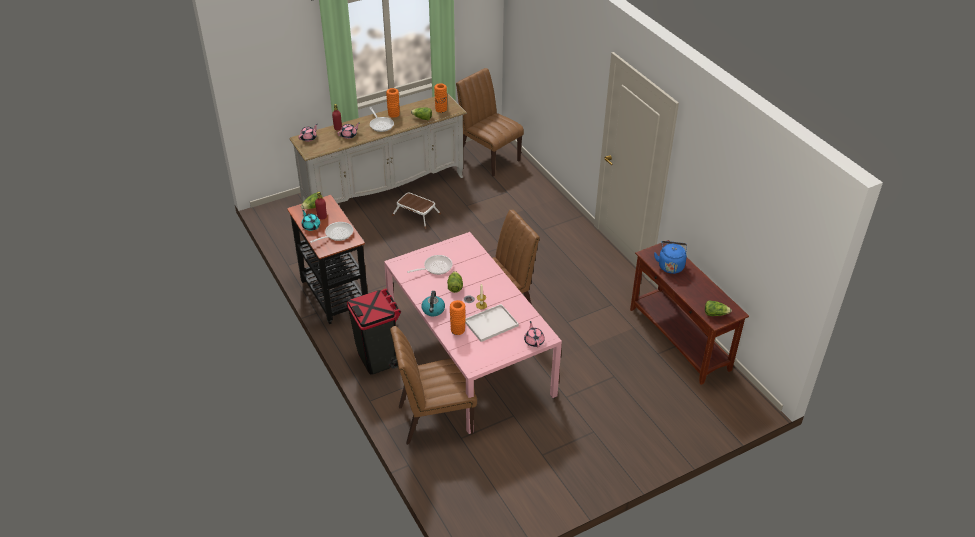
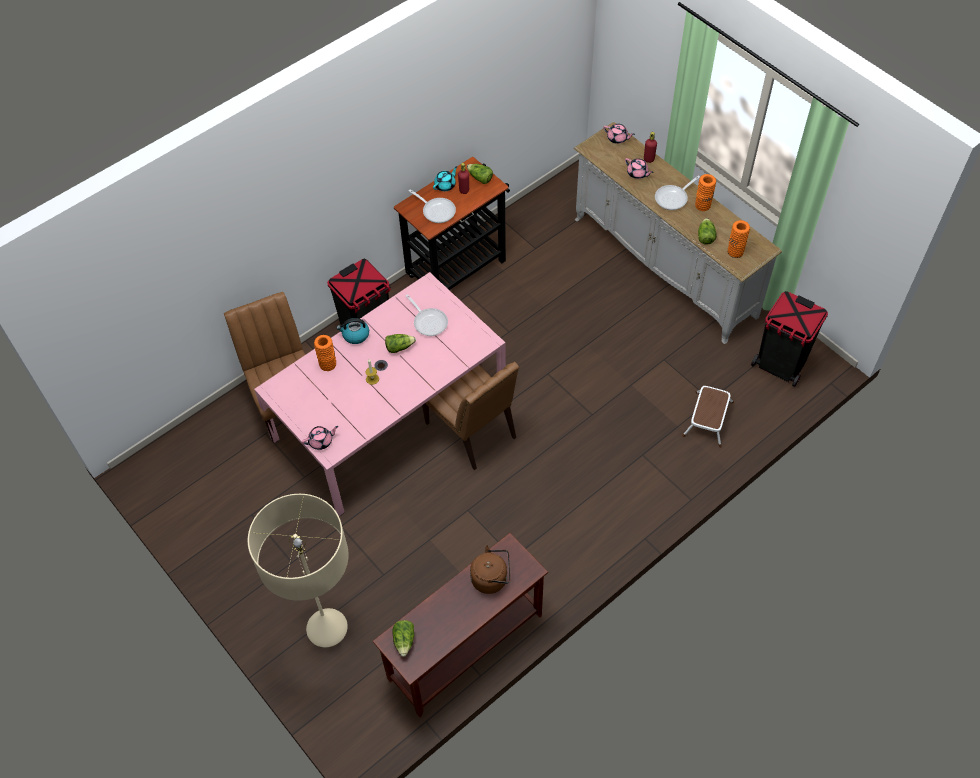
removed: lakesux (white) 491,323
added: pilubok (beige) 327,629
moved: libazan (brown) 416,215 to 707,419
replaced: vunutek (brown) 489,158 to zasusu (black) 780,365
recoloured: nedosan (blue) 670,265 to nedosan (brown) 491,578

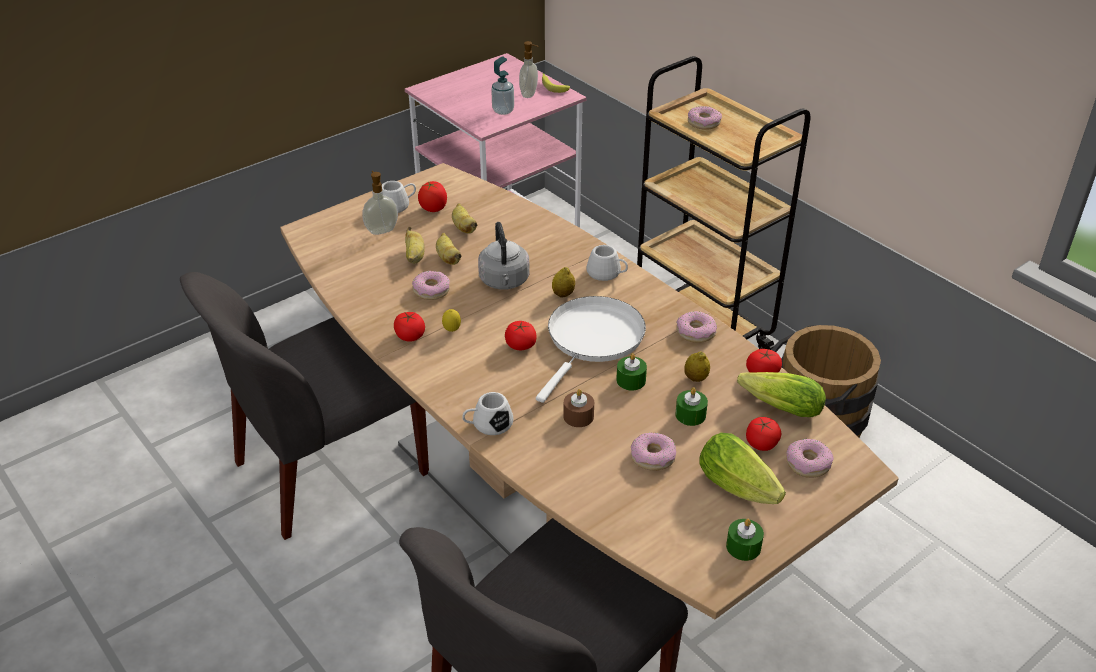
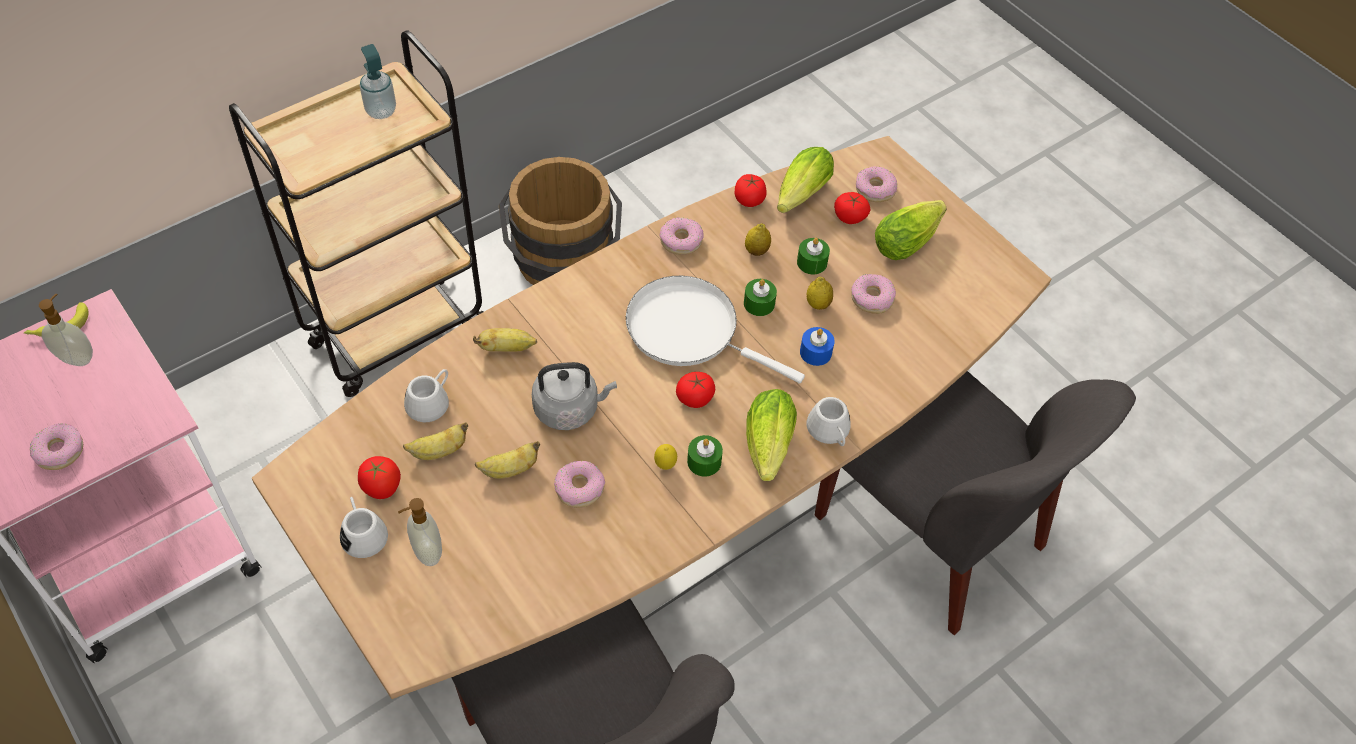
removed: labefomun 410,335
added: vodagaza 767,449
moved: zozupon 503,111 to 381,111; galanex 704,123 to 59,451; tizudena 414,257 to 507,348; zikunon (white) 607,273 to 431,402; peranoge 563,294 to 818,304; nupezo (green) 743,547 to 704,461
recoloured: nupezo (brown) 578,416 to nupezo (blue) 815,352

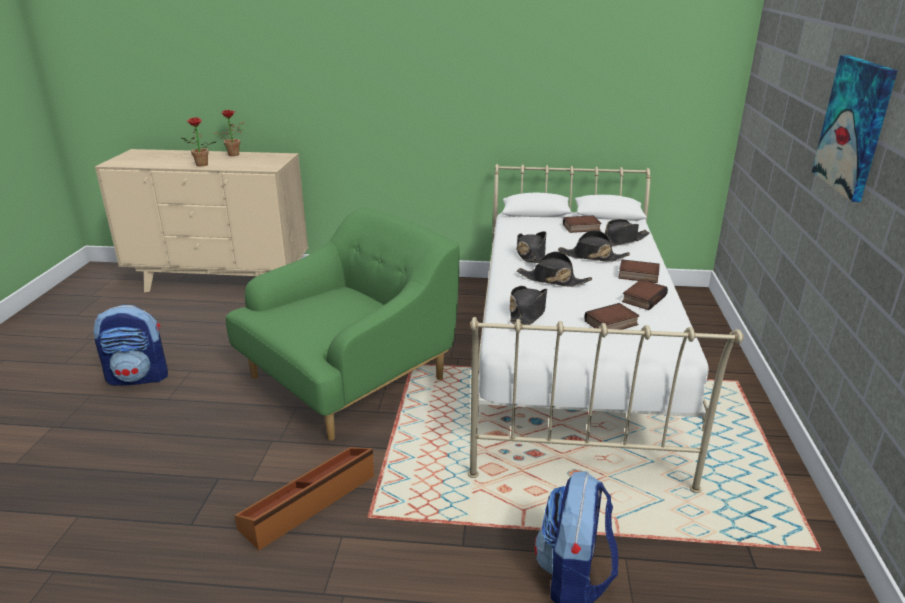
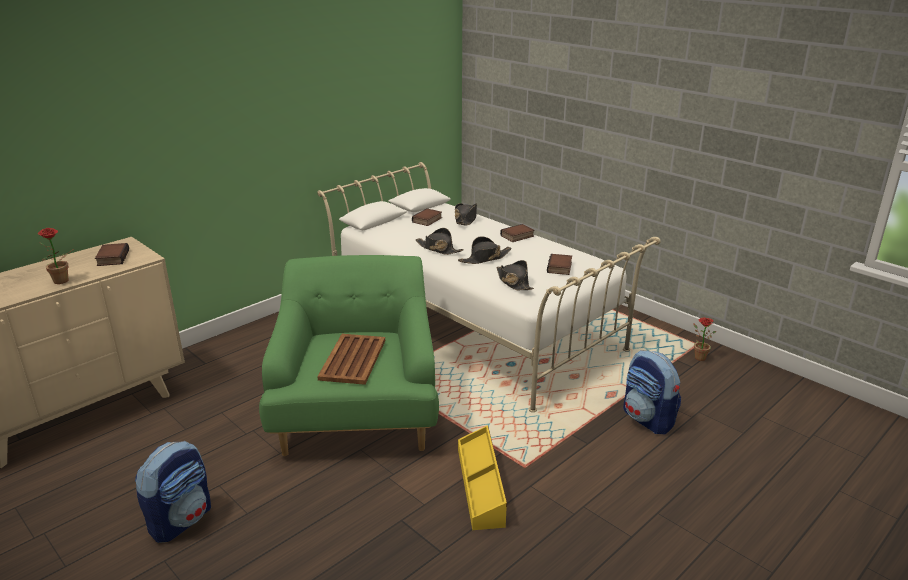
removed: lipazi 854,126; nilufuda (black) 592,257
added: lakesux (brown) 352,360
moved: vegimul 235,154 to 698,357; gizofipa 643,298 to 112,258
recoloured: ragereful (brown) 310,502 to ragereful (yellow) 481,486

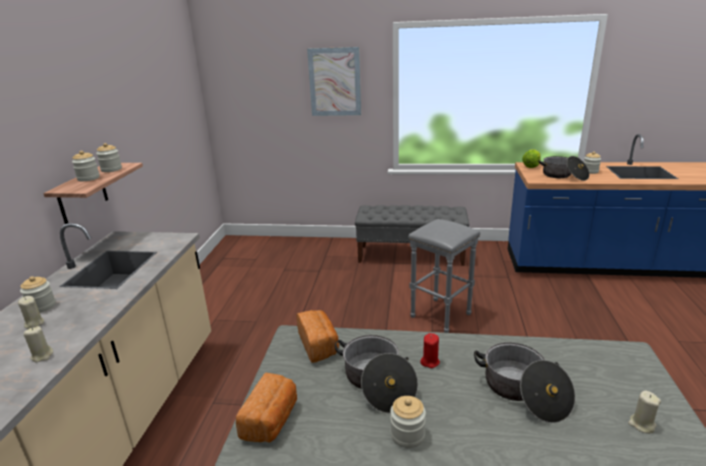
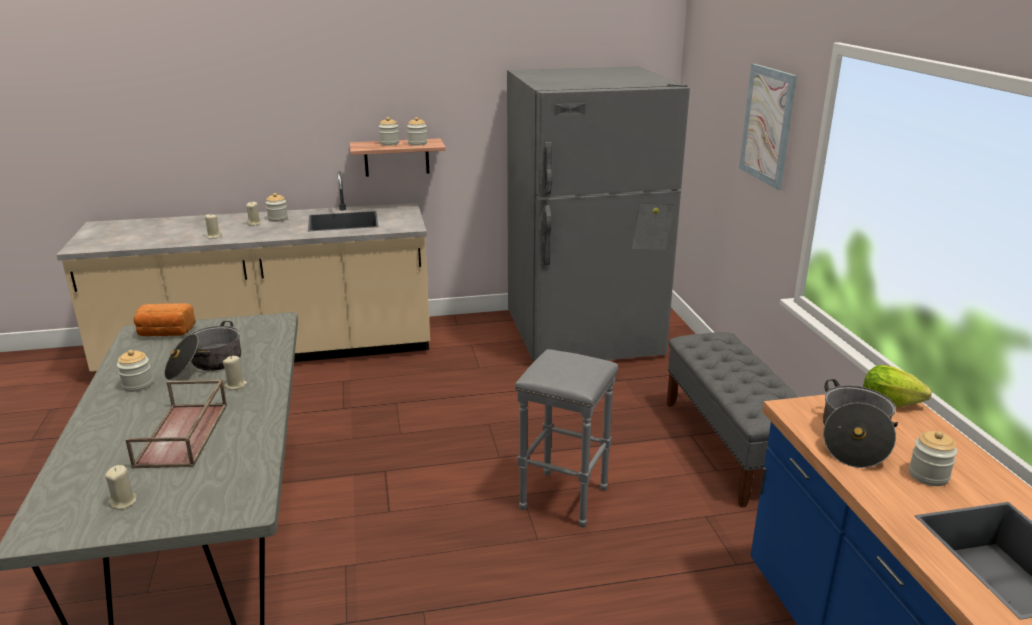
removed: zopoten 319,345
added: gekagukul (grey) 584,334
replaced: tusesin 523,392 to lakesux (brown) 183,435
recoloured: nupezo (red) 430,362 to nupezo (beige) 236,385

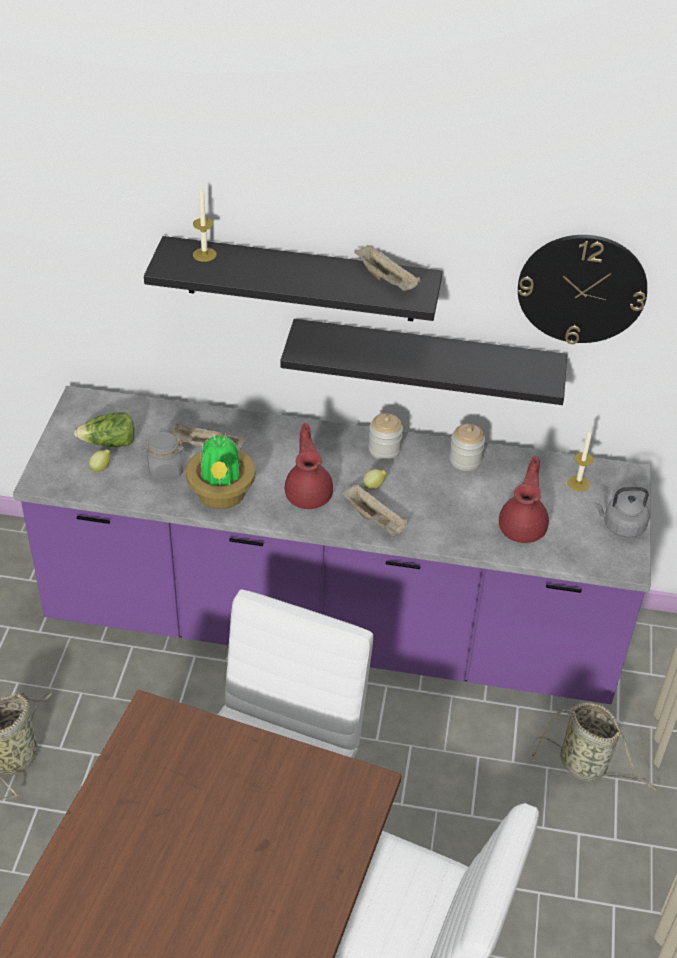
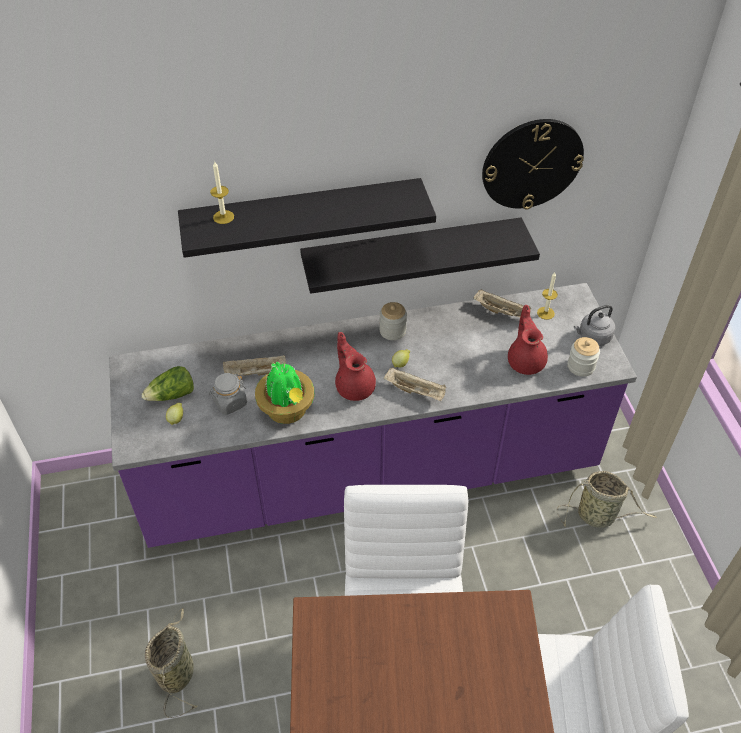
moved: lakesux (beige) 387,280 to 502,312; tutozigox 465,460 to 581,366

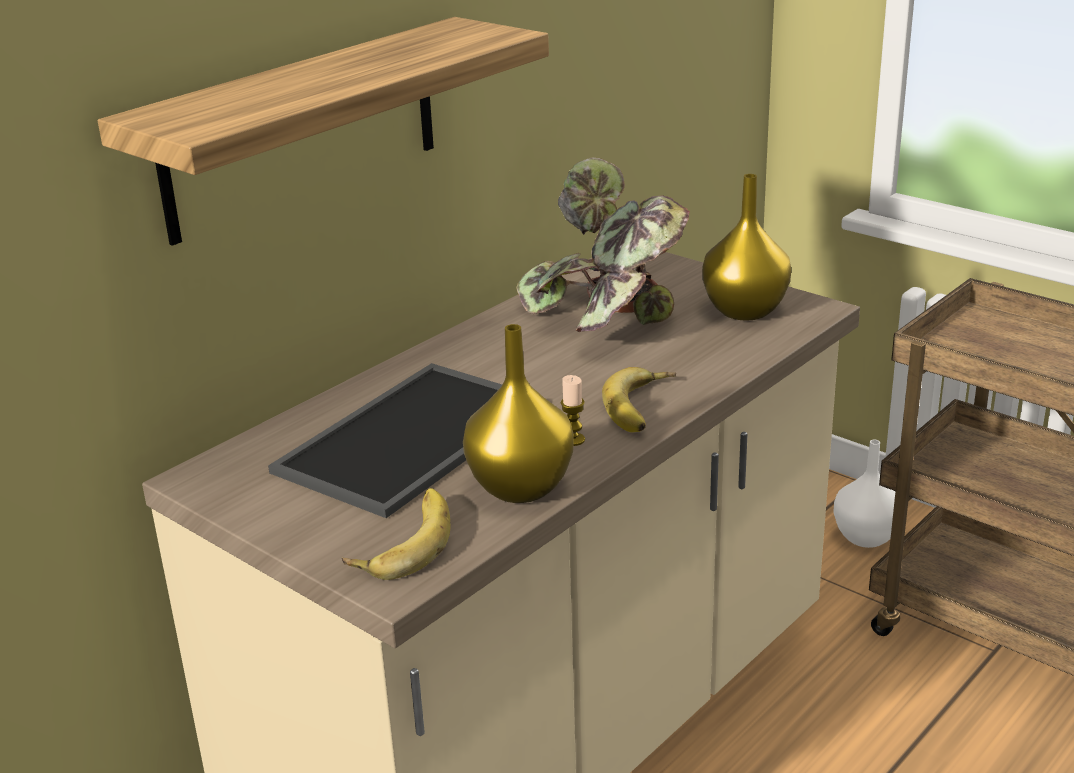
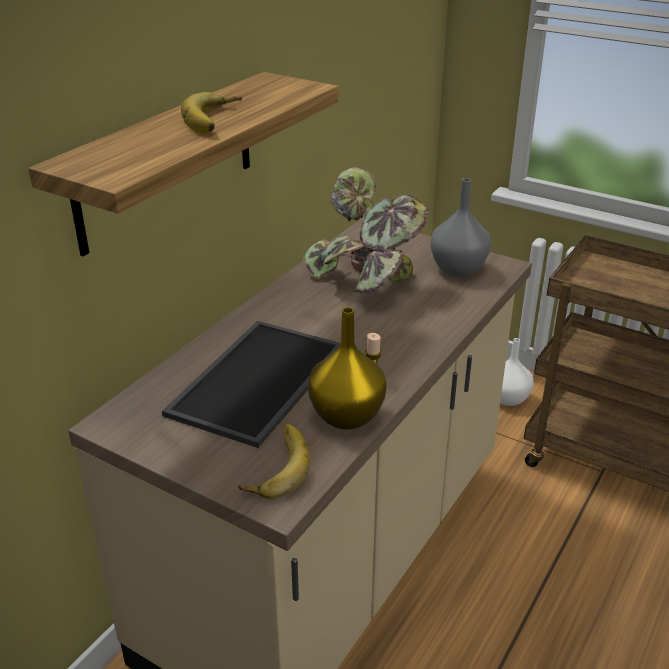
moved: tizudena 645,407 to 216,120
recoloured: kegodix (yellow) 743,310 to kegodix (grey) 457,269

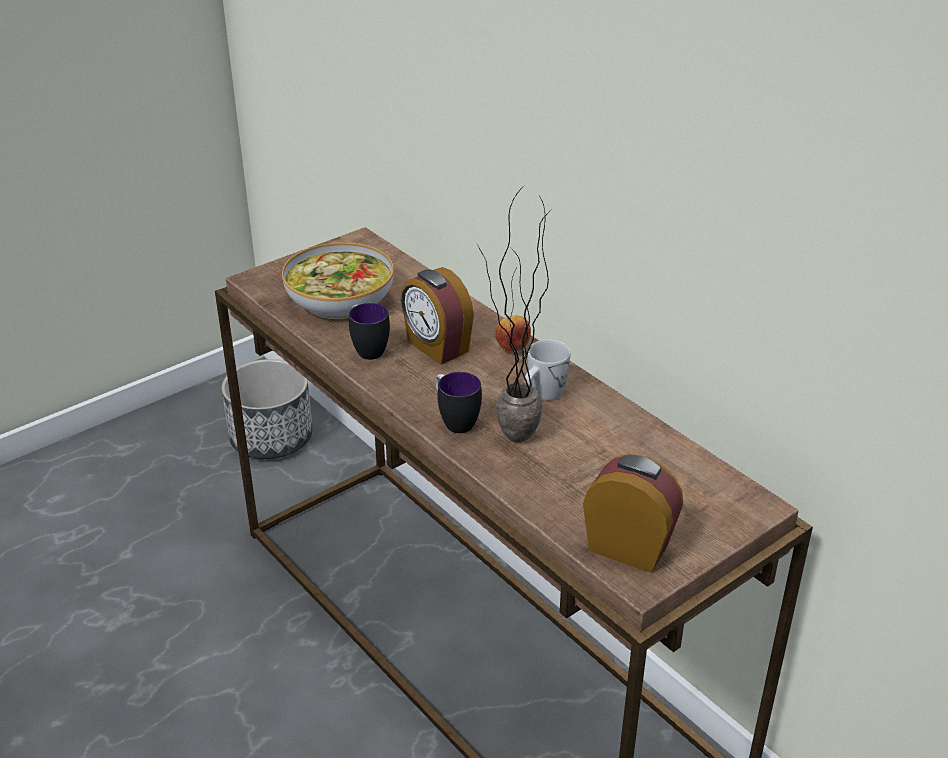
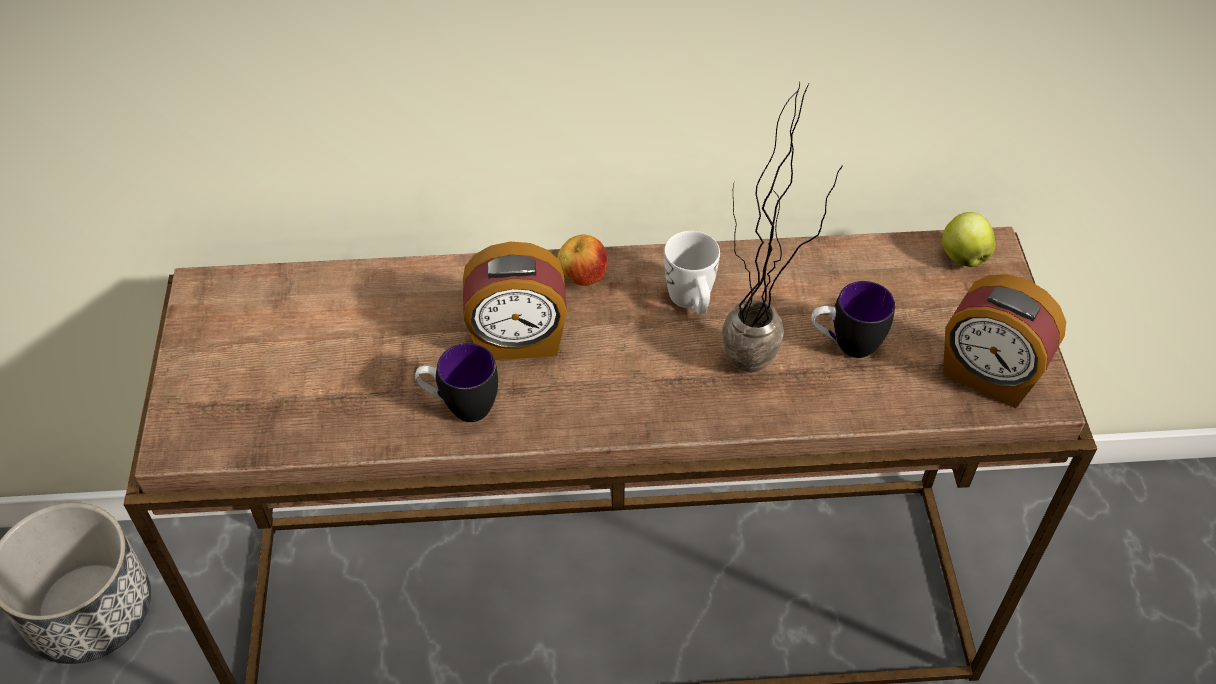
removed: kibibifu 340,300
added: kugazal 962,256
moved: zikunon 454,421 to 845,345
turned: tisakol 629,547 = 987,376 120 degrees counterclockwise

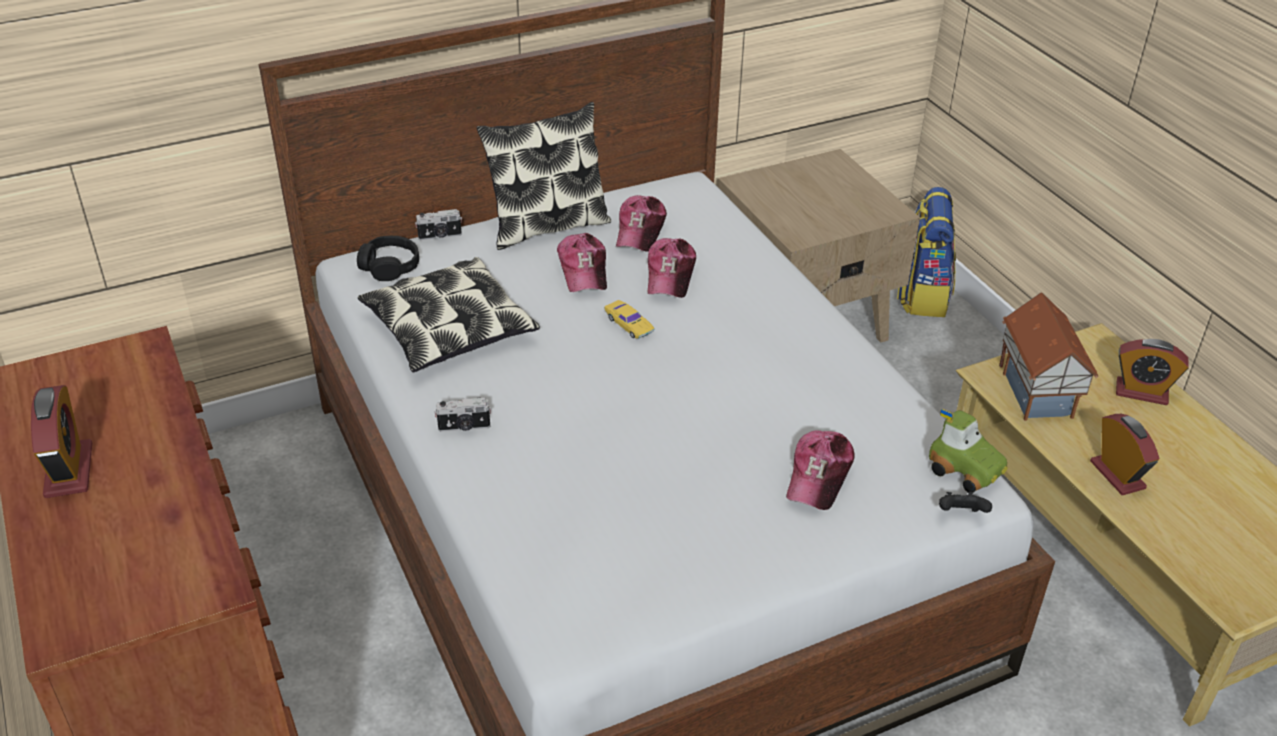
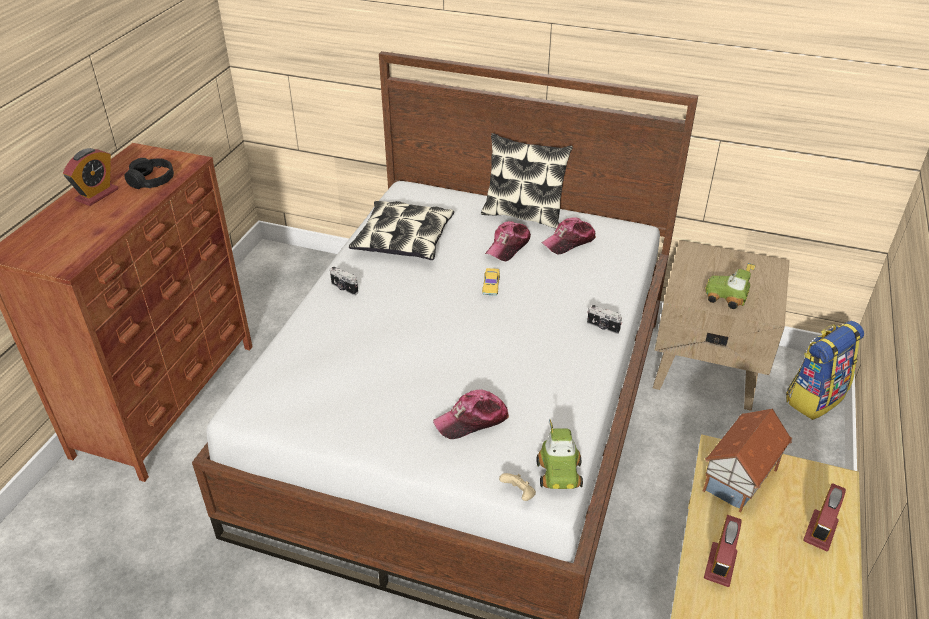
removed: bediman 670,276
added: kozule 725,298
moved: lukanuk 440,236 to 602,327; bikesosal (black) 389,266 to 151,180
recoloured: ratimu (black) 960,515 to ratimu (beige) 519,494
turned: tisakol 1141,392 = 820,531 120 degrees counterclockwise

